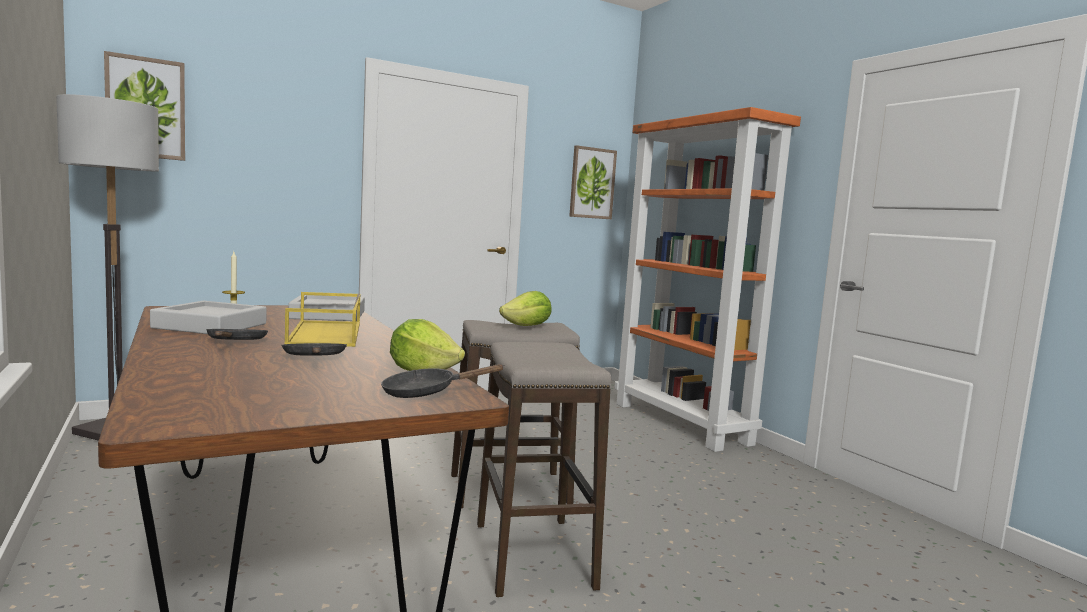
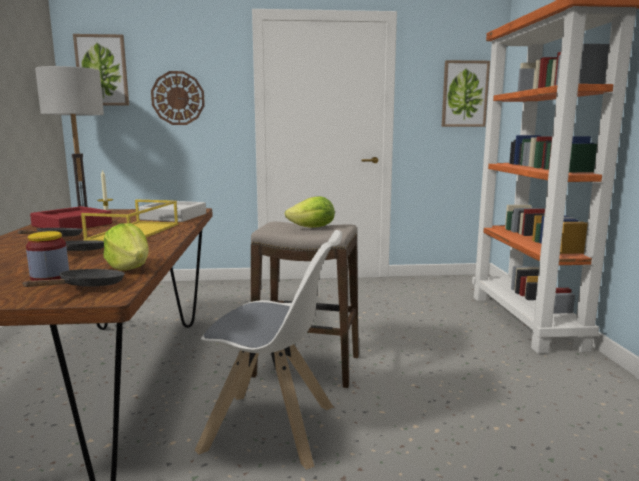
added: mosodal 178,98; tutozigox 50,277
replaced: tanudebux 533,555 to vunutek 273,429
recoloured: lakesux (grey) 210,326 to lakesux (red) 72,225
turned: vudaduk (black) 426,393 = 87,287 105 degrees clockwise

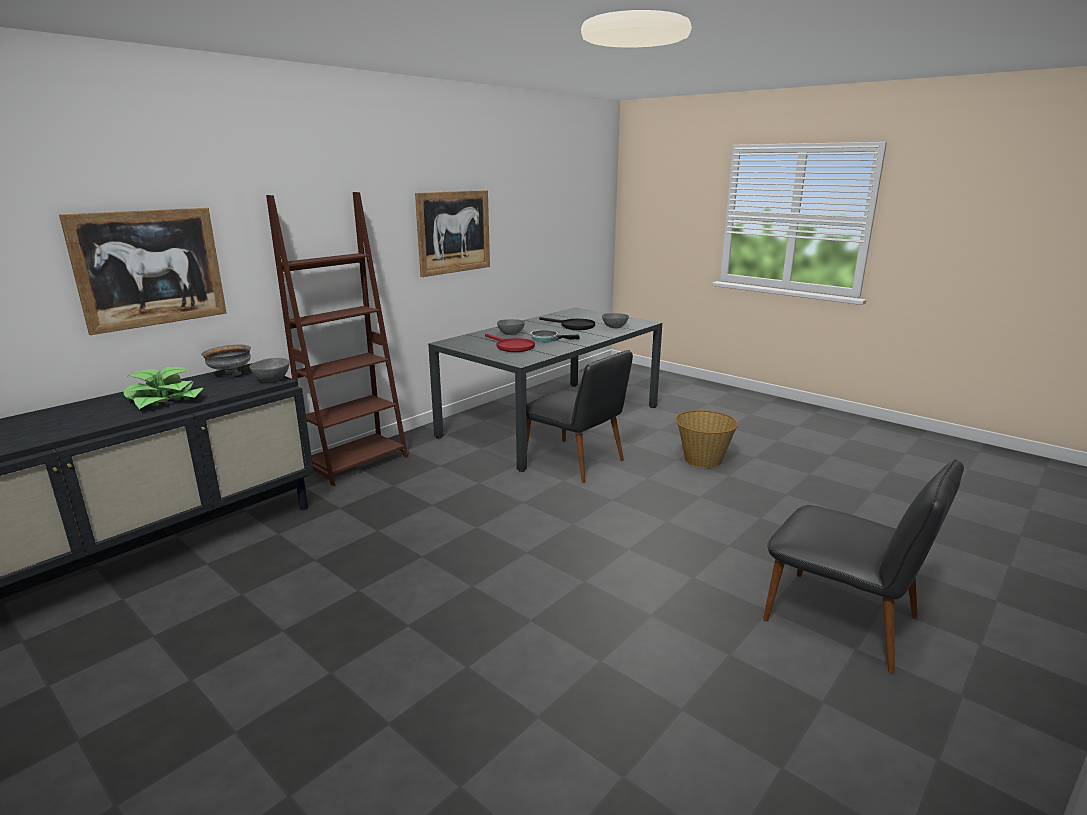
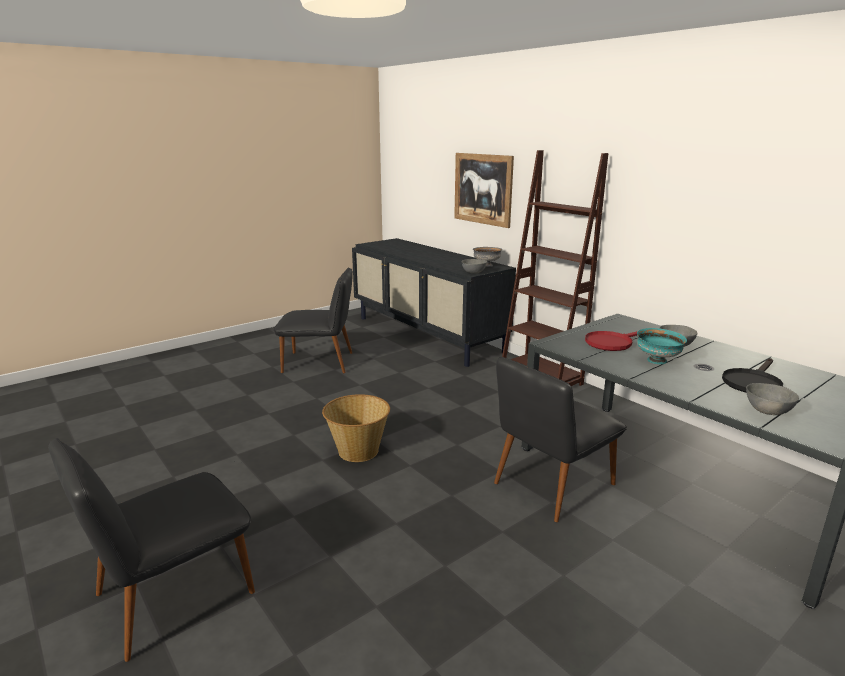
removed: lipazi 453,232; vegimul 165,400
added: vunutek (black) 318,362
moved: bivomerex 702,460 to 358,450
replaced: vudaduk 547,339 to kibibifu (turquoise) 657,361

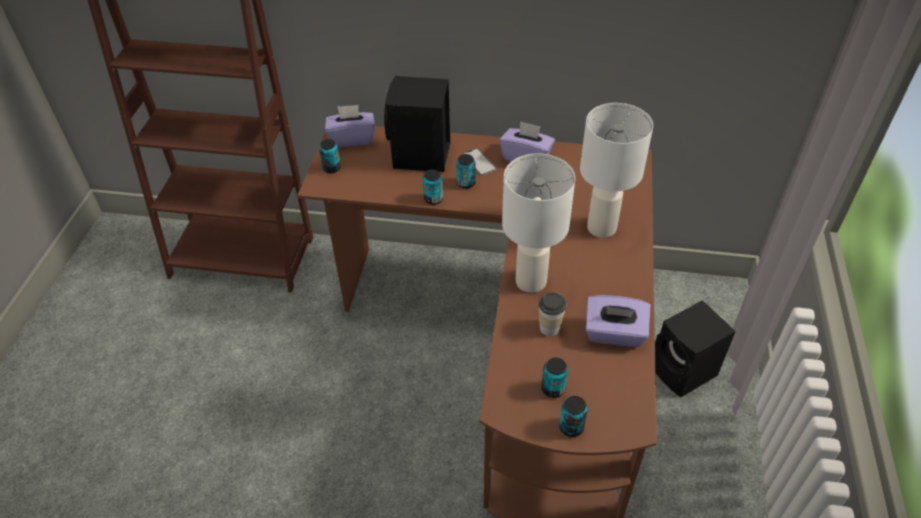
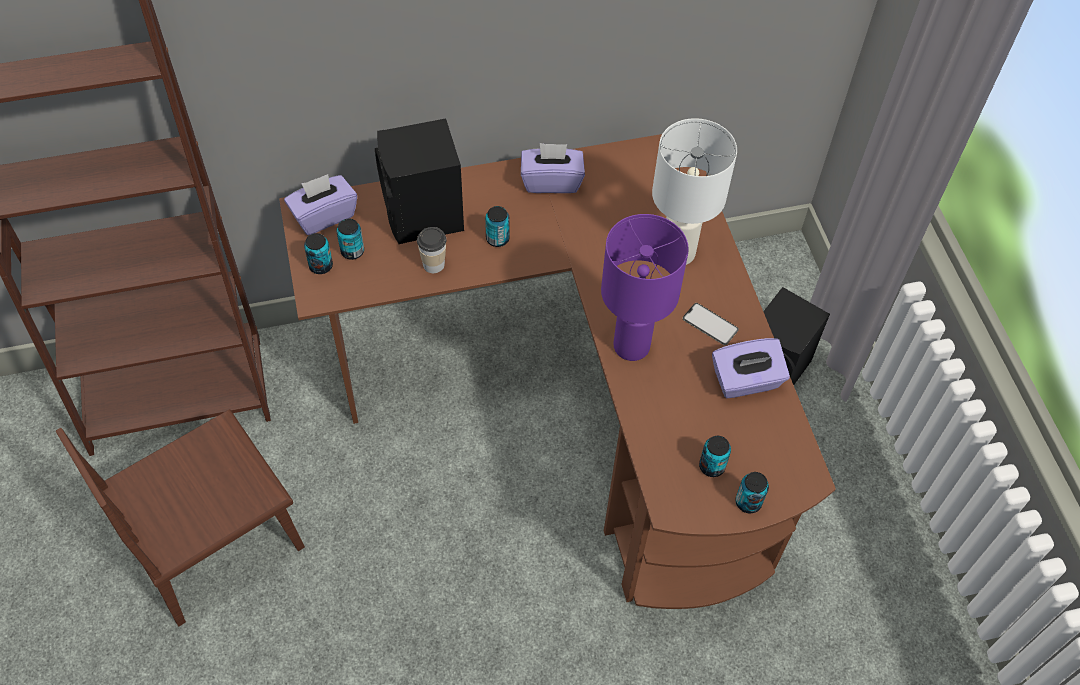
added: vunutek (brown) 215,541
moved: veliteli 479,162 to 710,324; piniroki 433,199 to 352,251; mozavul 549,327 to 433,264
recoloured: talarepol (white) 530,281 to talarepol (purple) 631,346

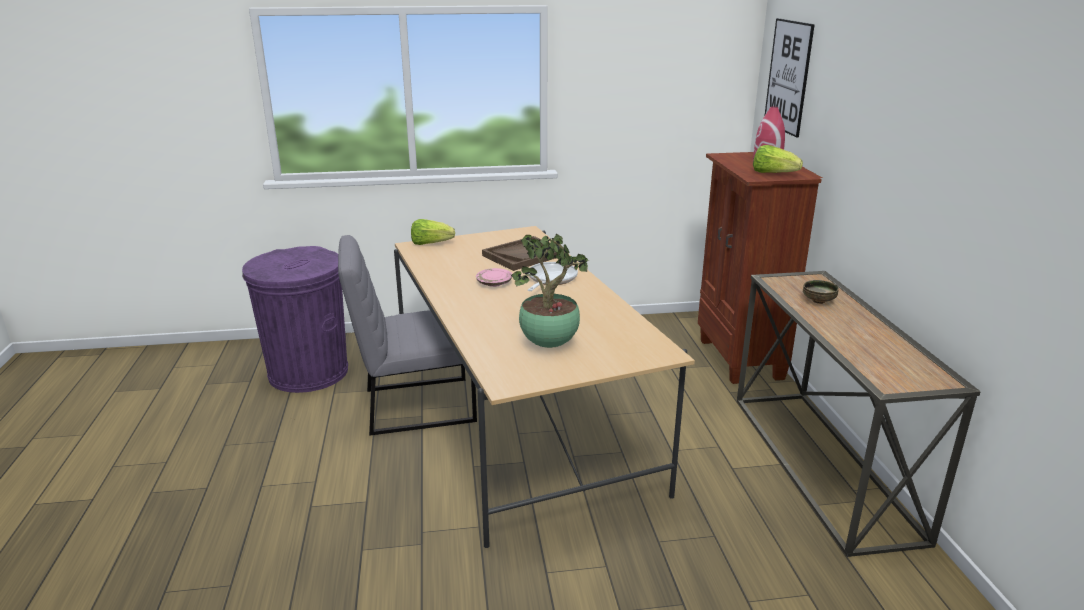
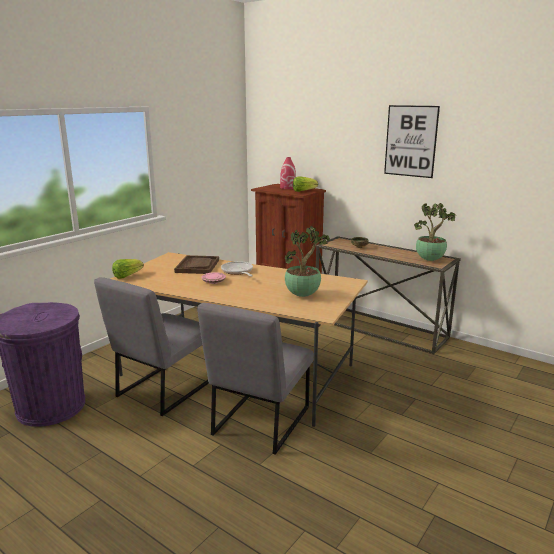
added: vegimul 430,260; vunutek (grey) 259,422
moved: lipazi 788,76 to 411,141

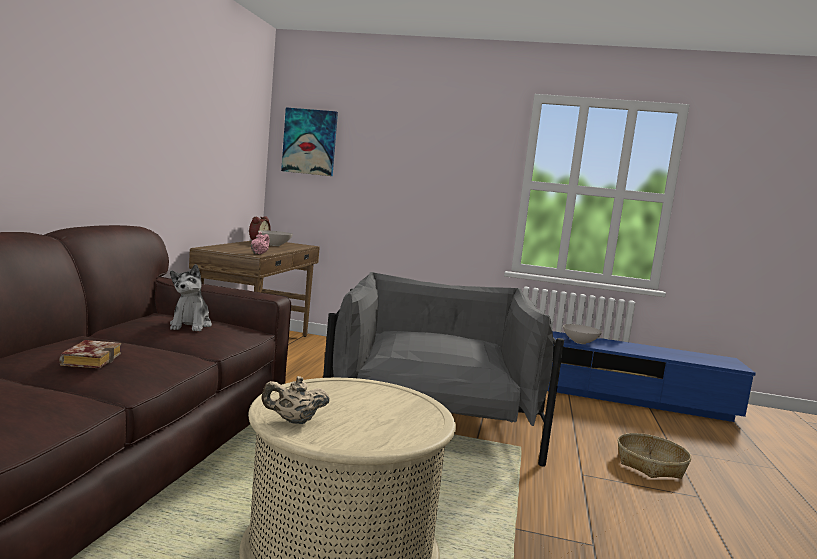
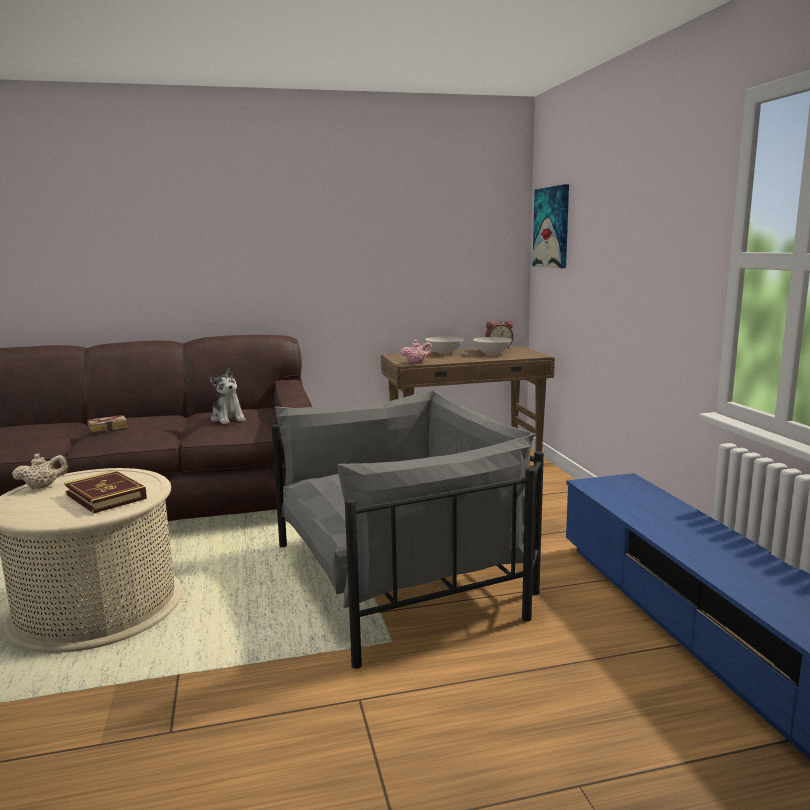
removed: bivomerex 651,465
added: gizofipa 105,496
moved: kibibifu (white) 579,342 to 444,353
turned: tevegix 190,325 = 228,419 90 degrees counterclockwise; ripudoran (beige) 294,421 = 43,486 105 degrees clockwise

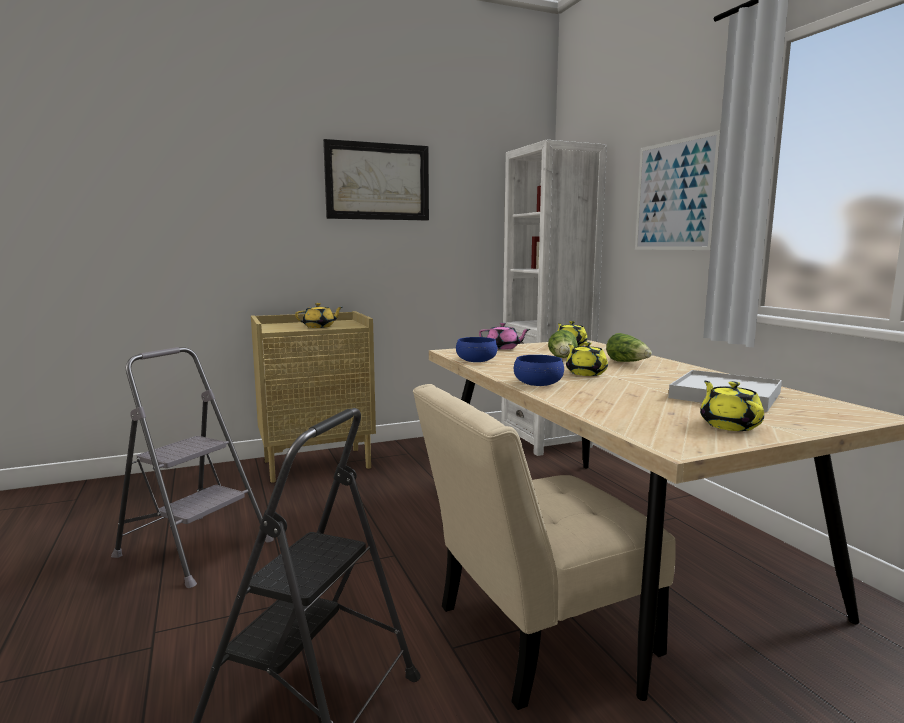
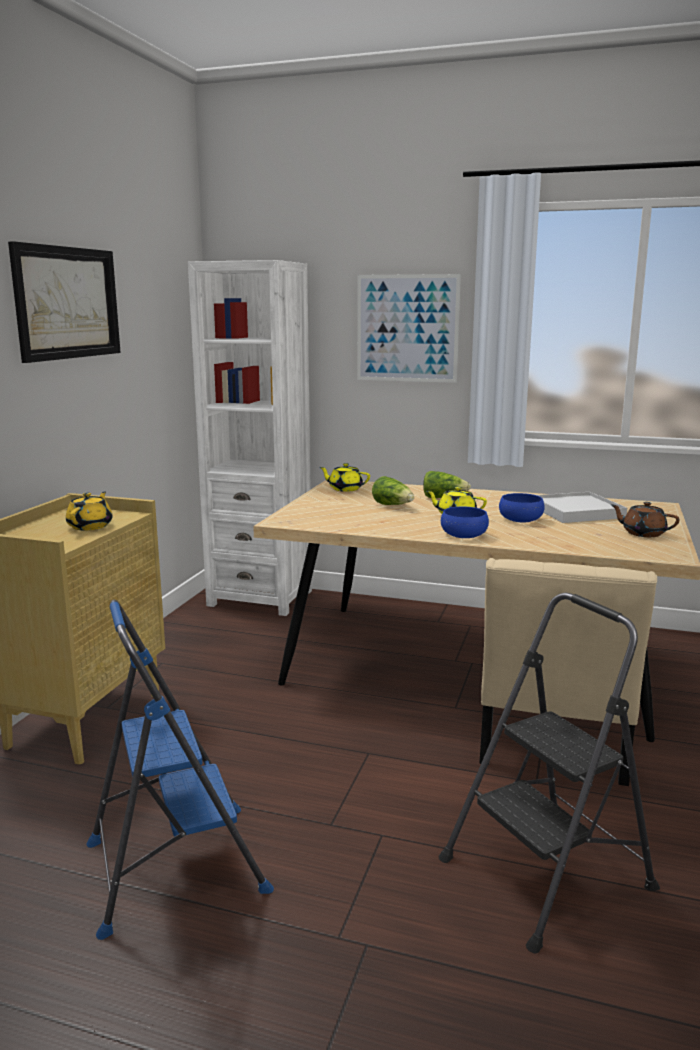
removed: ripudoran (pink) 503,348
moved: kibibifu (blue) 476,360 to 520,519
recoloured: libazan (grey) 192,546 to libazan (blue) 170,866; ripudoran (yellow) 729,425 to ripudoran (brown) 642,533

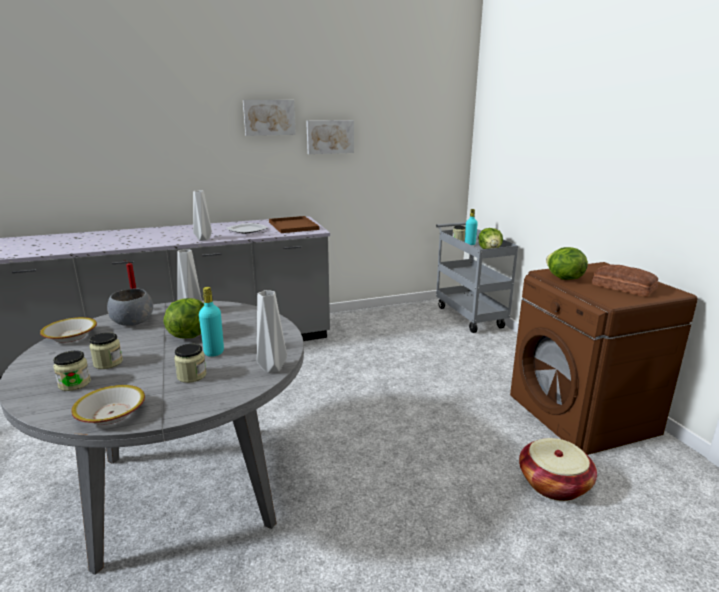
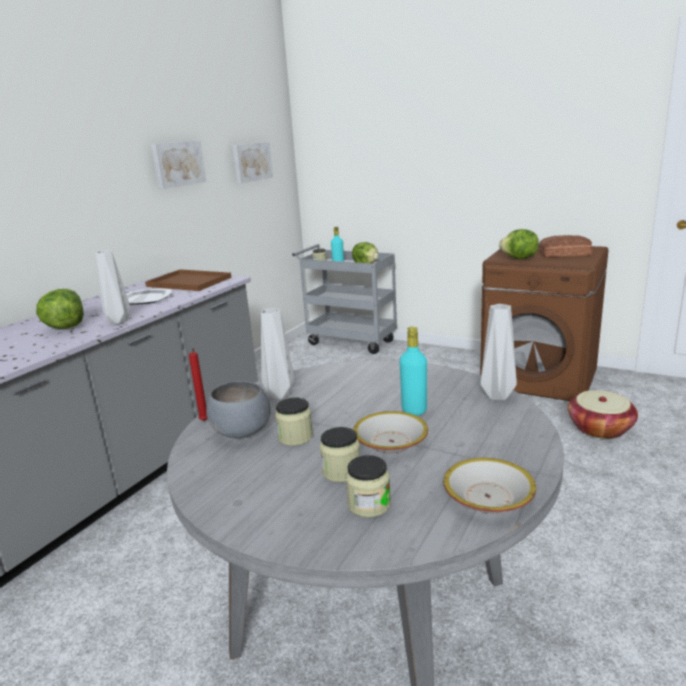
moved: lipazi 269,117 to 251,162; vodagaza 189,335 to 65,327; kibibifu 71,336 to 391,442; tutozigox 192,376 to 295,437

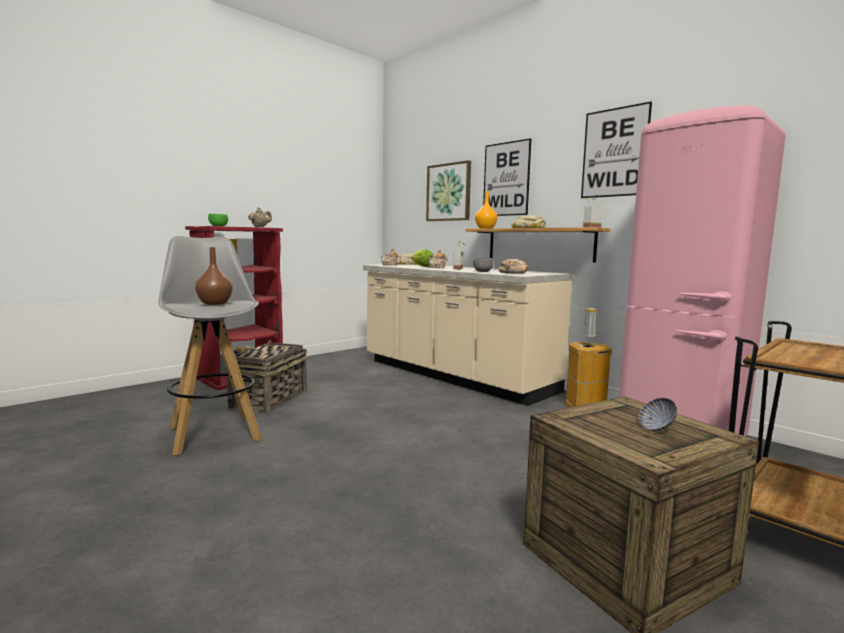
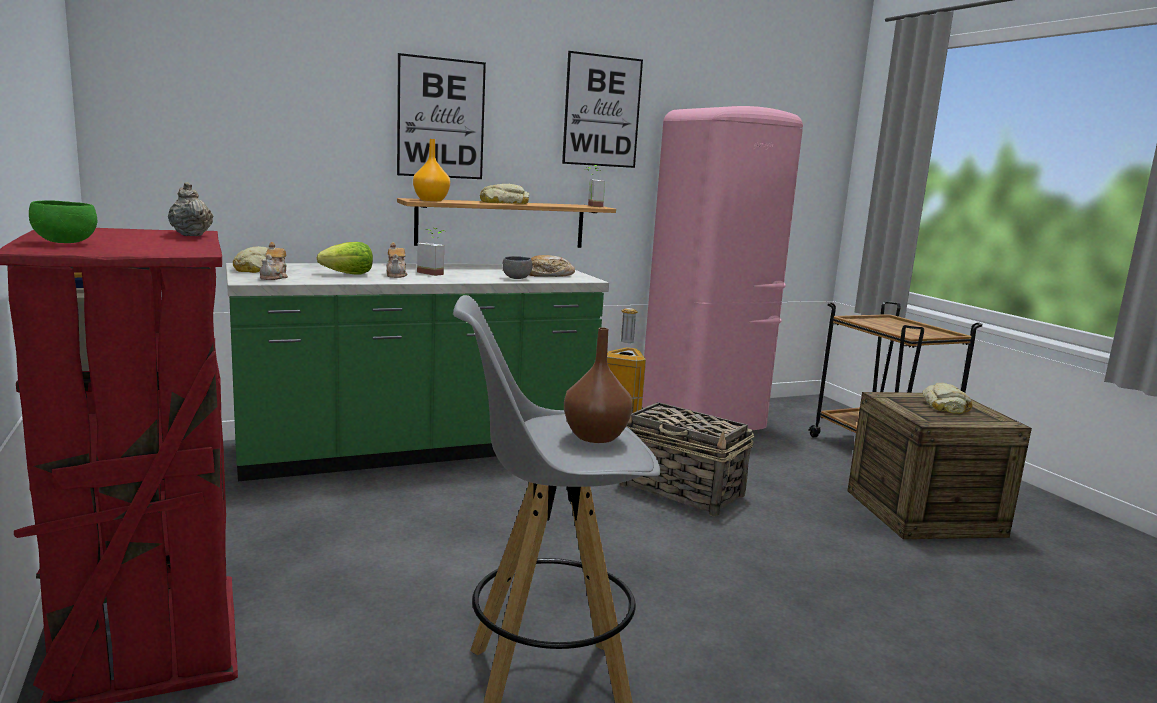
removed: lipazi 449,192
moved: bivomerex 269,399 to 682,491
replaced: kibibifu 656,428 to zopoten 945,405
recoloured: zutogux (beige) 454,376 to zutogux (green) 418,449

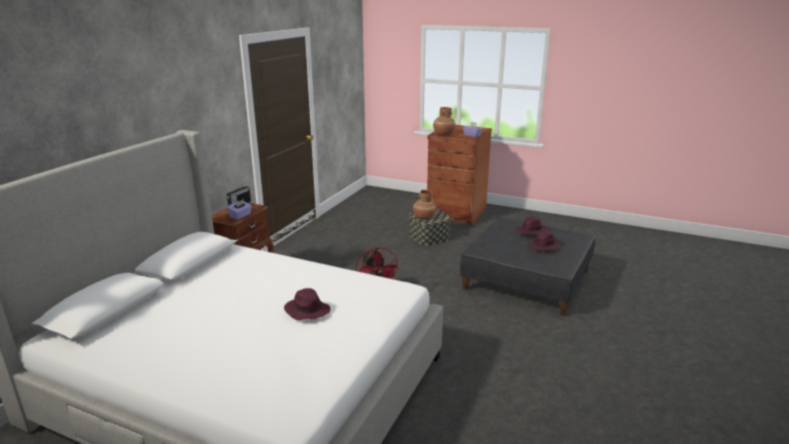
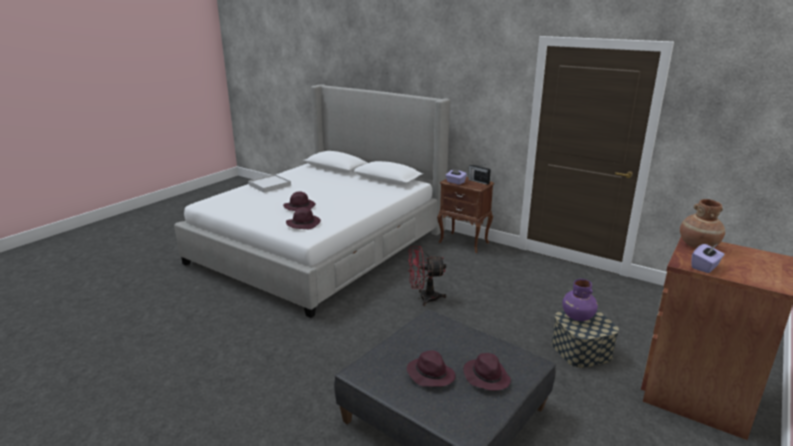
added: lakesux (white) 269,185; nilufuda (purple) 304,224
recoloured: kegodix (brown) 424,217 to kegodix (purple) 578,316

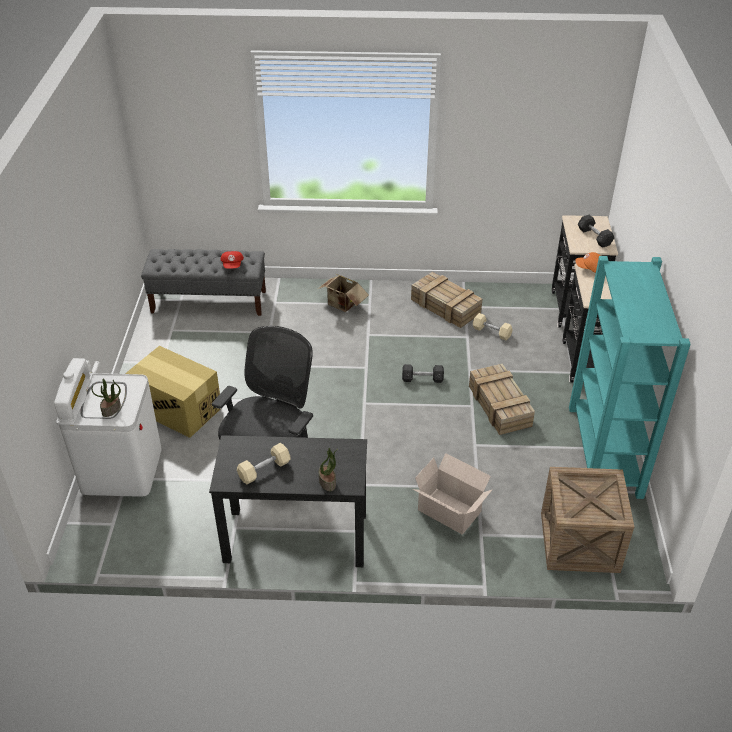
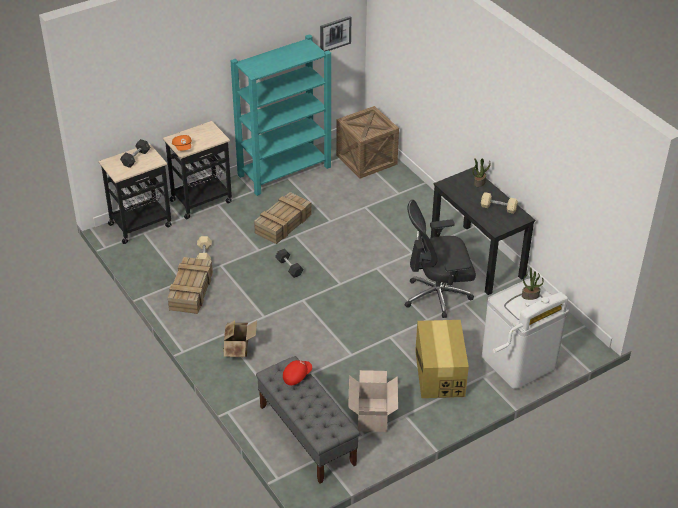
added: lipazi 335,34
moved: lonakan 450,512 to 372,414

